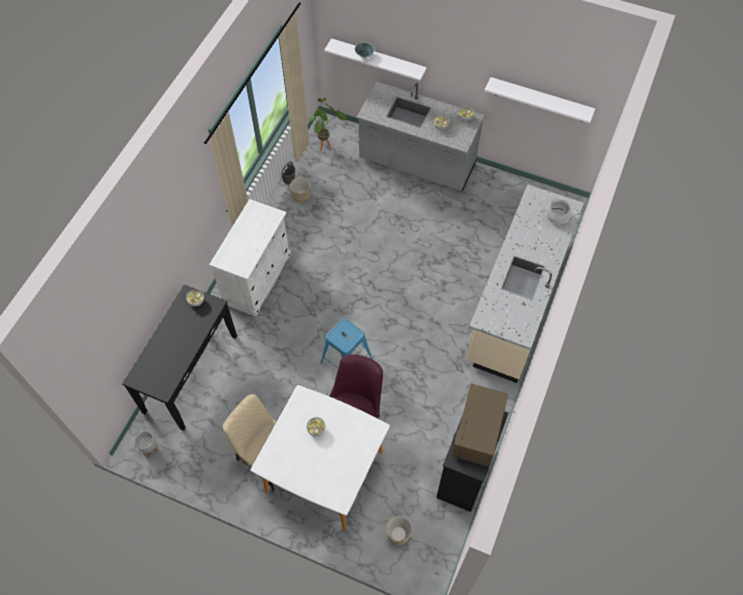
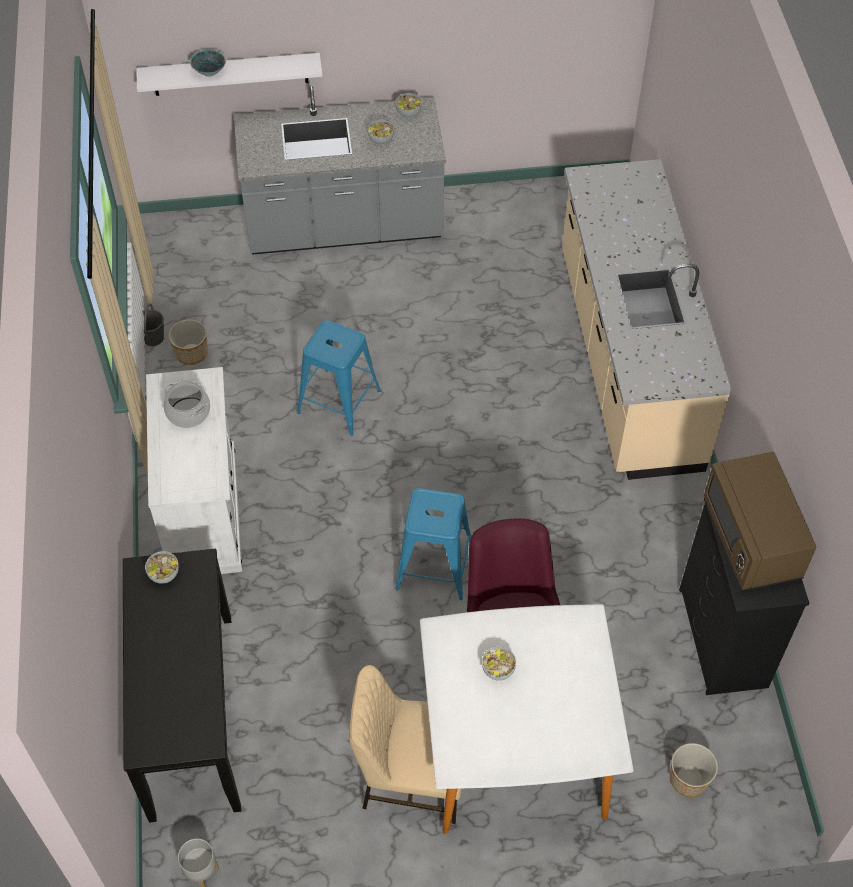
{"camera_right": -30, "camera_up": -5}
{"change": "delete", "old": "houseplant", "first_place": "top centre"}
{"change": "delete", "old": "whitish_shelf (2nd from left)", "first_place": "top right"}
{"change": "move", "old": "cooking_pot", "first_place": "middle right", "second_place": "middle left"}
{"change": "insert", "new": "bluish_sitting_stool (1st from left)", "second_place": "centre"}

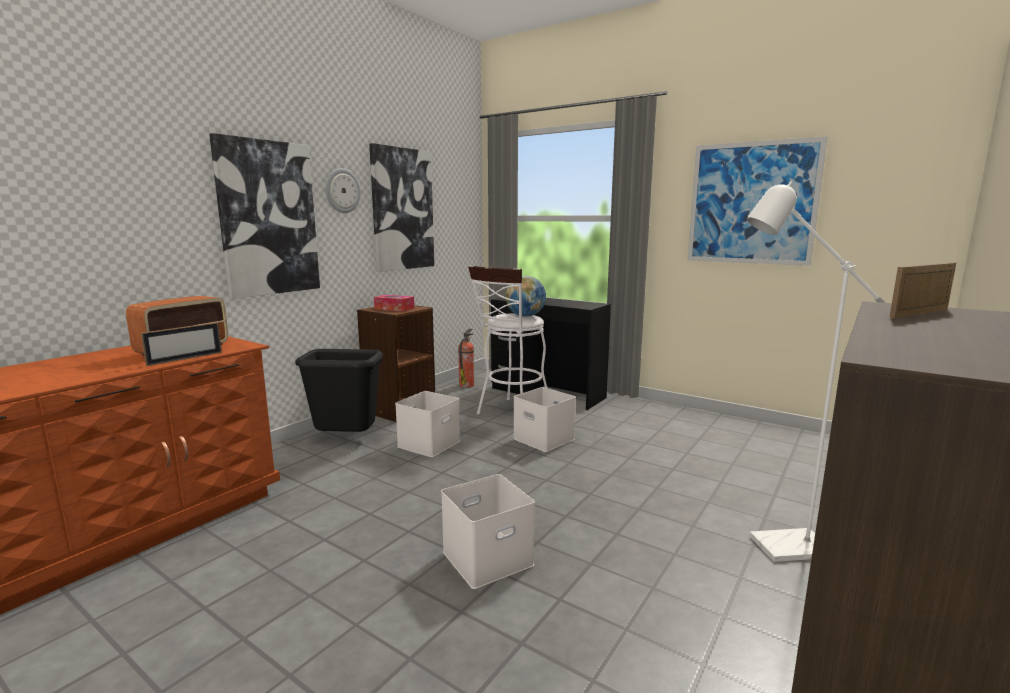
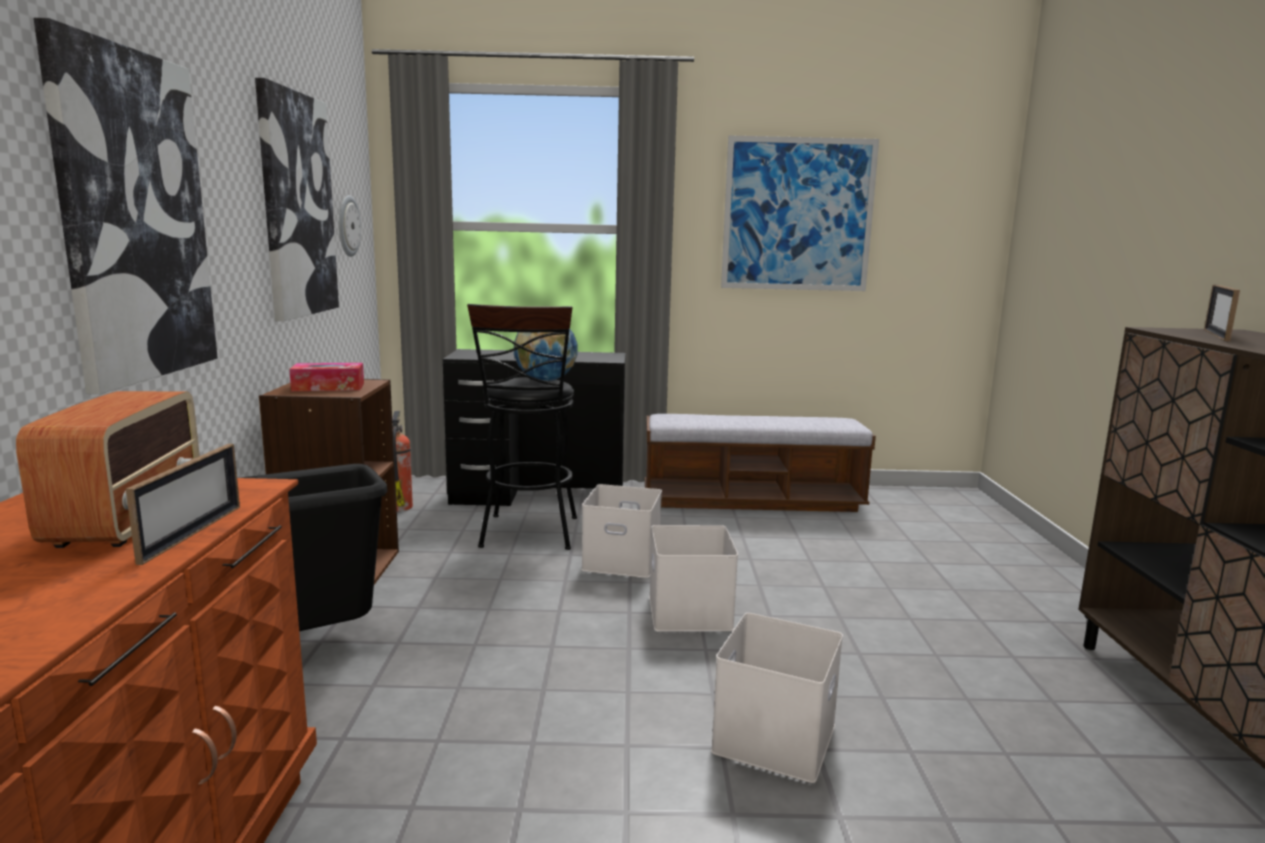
{"camera_right": -35, "camera_up": 0}
{"change": "move", "old": "clock_on_the_wall", "first_place": "top centre", "second_place": "top left"}
{"change": "move", "old": "whitish_storage_box (1st from left in the first image)", "new": "whitish_storage_box (2nd from left)", "first_place": "centre", "second_place": "bottom centre"}
{"change": "recolor", "old": "whitish_sitting_stool", "new": "blackish_sitting_stool", "first_place": "centre", "second_place": "centre"}
{"change": "delete", "old": "whitish_standard_lamp", "first_place": "middle right"}
{"change": "insert", "new": "bench", "second_place": "centre"}

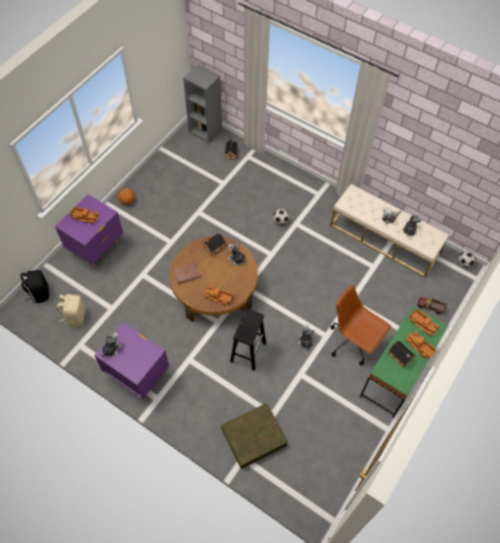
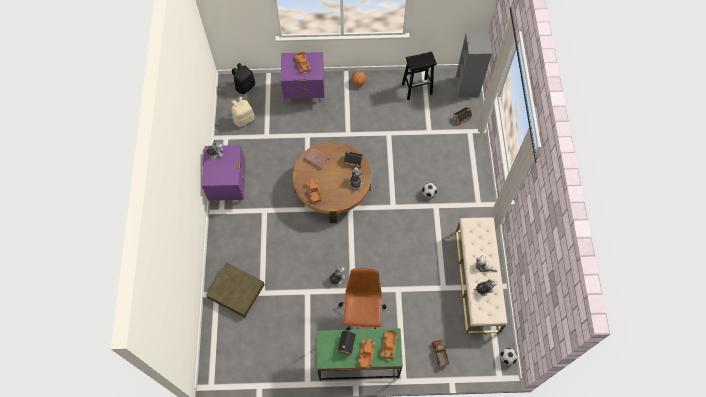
{"camera_right": 55, "camera_up": 5}
{"change": "move", "old": "blackish_sitting_stool", "first_place": "centre", "second_place": "top centre"}

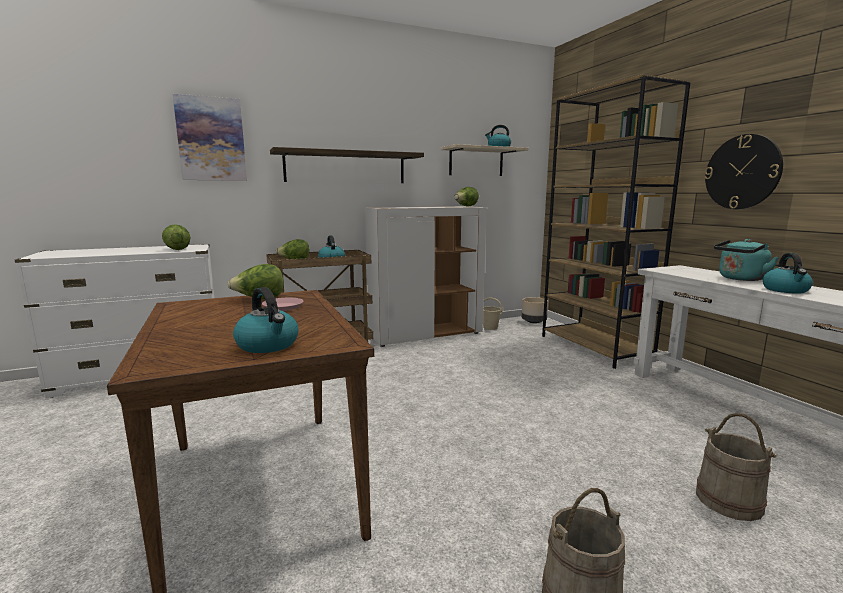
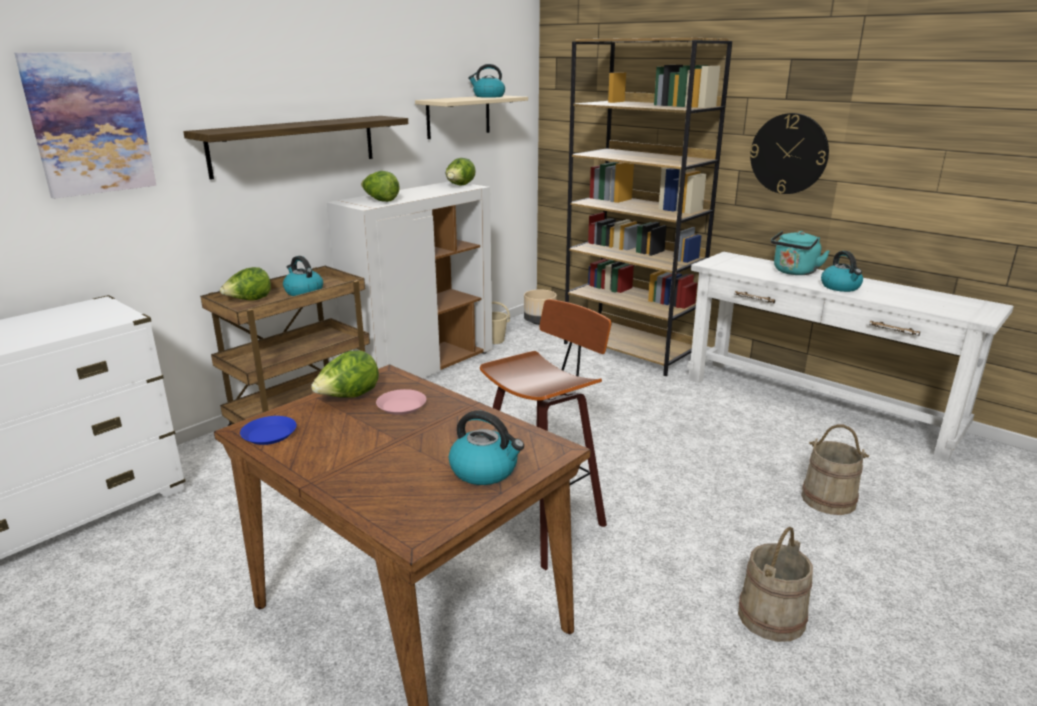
{"camera_right": -25, "camera_up": 10}
{"change": "move", "old": "head_of_lettuce (1st from left in the first image)", "new": "head_of_lettuce (3rd from left)", "first_place": "middle left", "second_place": "top centre"}
{"change": "insert", "new": "bluish_dinner_plate", "second_place": "middle left"}
{"change": "insert", "new": "sitting_stool", "second_place": "centre"}

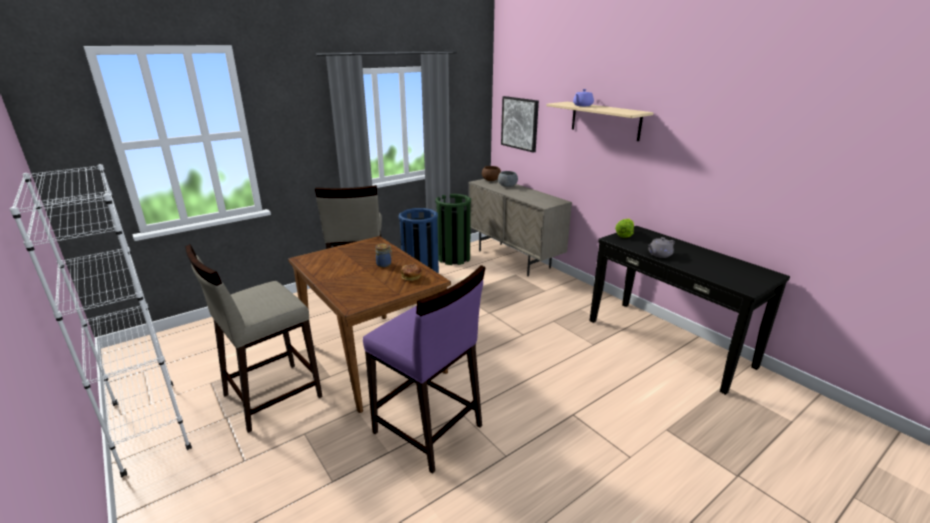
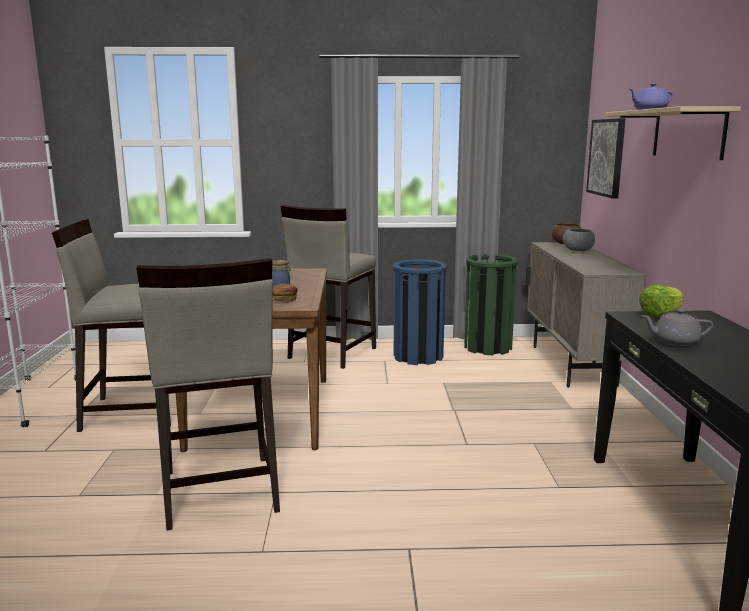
{"camera_right": 35, "camera_up": -10}
{"change": "recolor", "old": "purplish_sitting_stool", "new": "beige_sitting_stool (2nd from left)", "first_place": "bottom centre", "second_place": "middle left"}

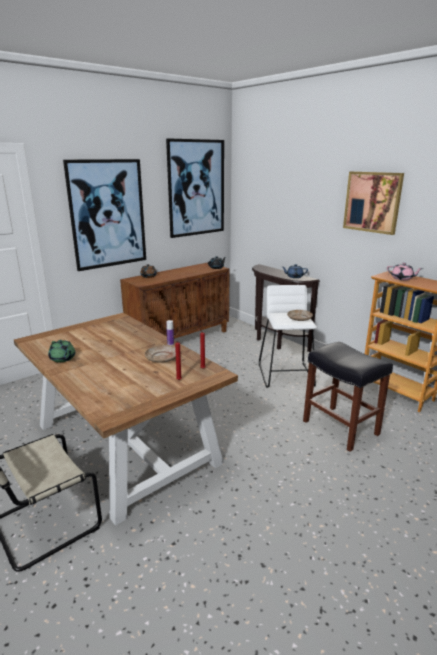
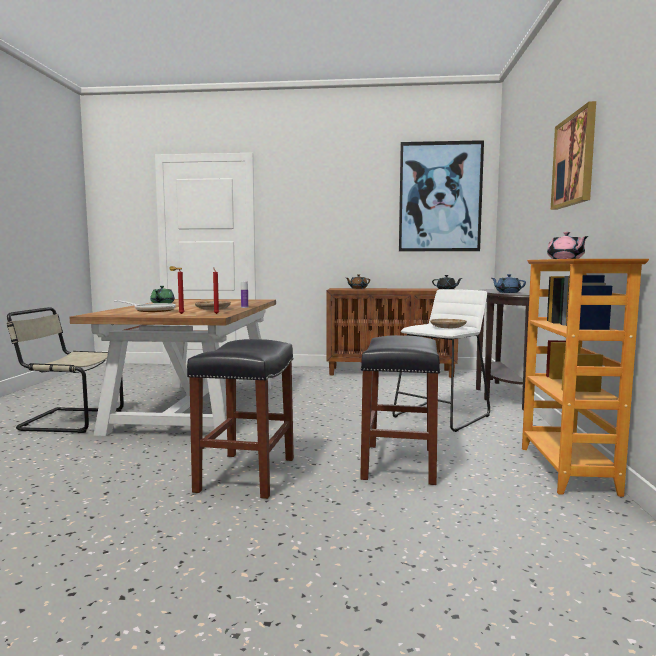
{"camera_right": 45, "camera_up": -15}
{"change": "delete", "old": "wall_picture (1st from left)", "first_place": "top left"}
{"change": "insert", "new": "pan", "second_place": "middle left"}
{"change": "insert", "new": "blackish_sitting_stool (1st from left)", "second_place": "centre"}

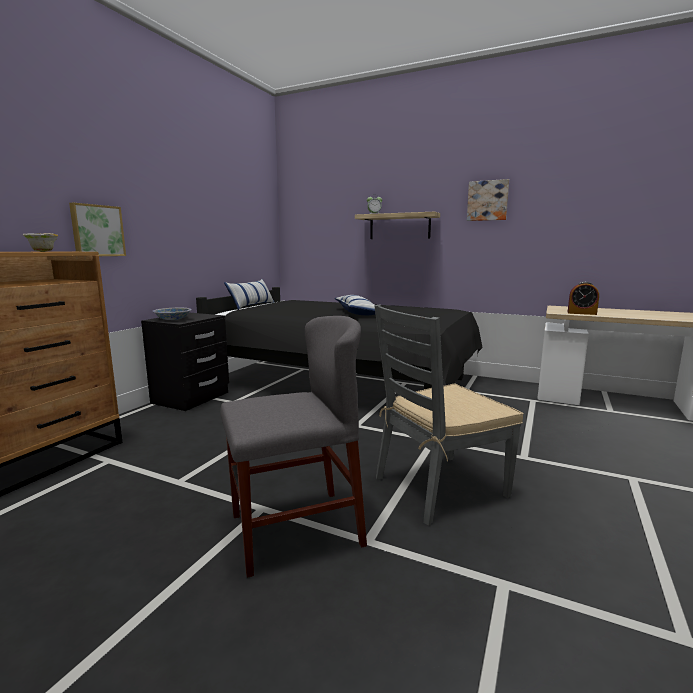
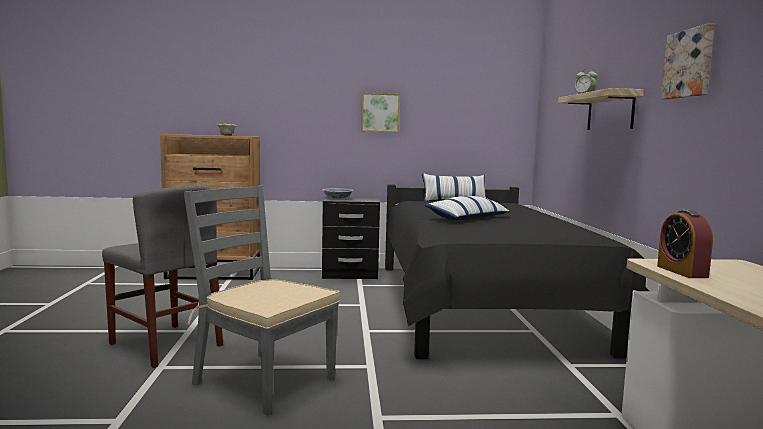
{"camera_right": 60, "camera_up": -5}
{"change": "move", "old": "wall_picture (1st from left)", "first_place": "top left", "second_place": "top centre"}

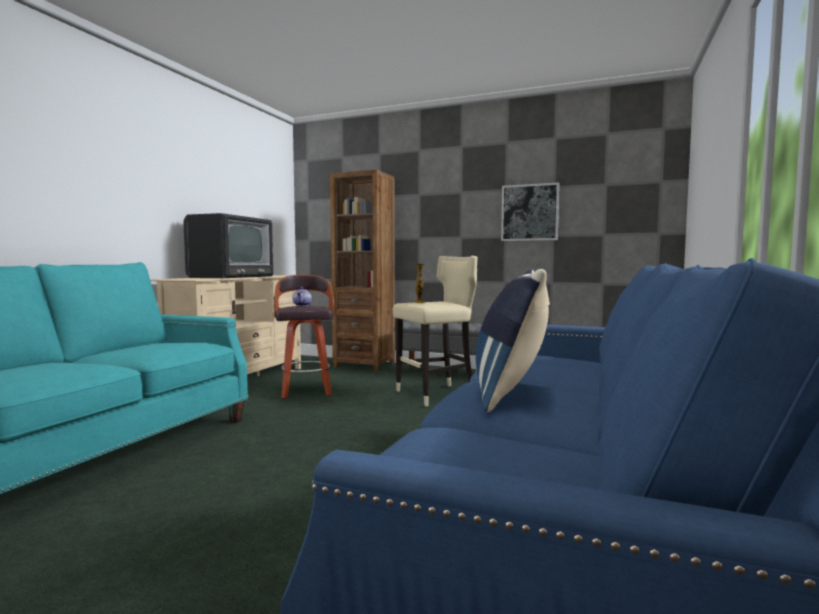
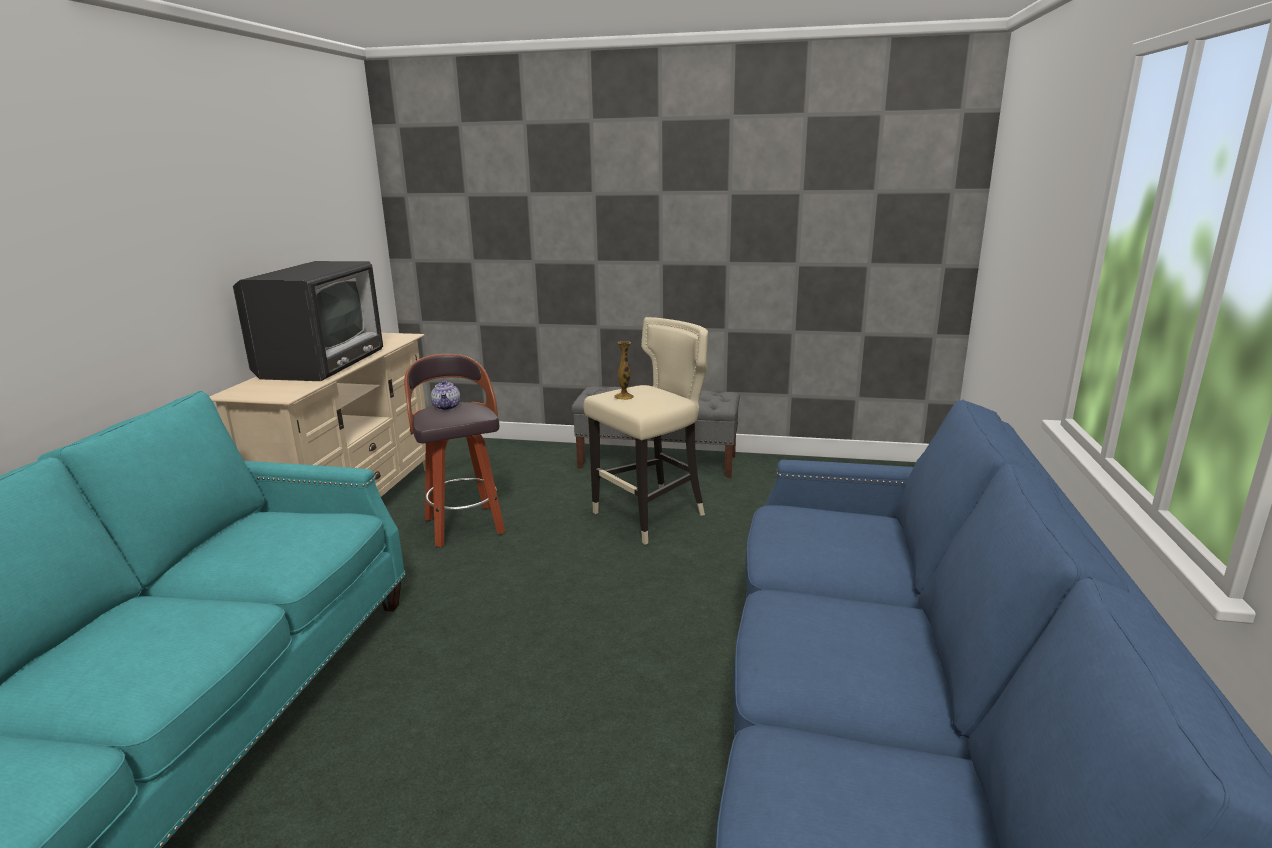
{"camera_right": -10, "camera_up": 15}
{"change": "delete", "old": "brown-coloured_bookcase", "first_place": "centre"}
{"change": "delete", "old": "bluish_pillow", "first_place": "centre"}
{"change": "delete", "old": "wall_picture", "first_place": "centre"}

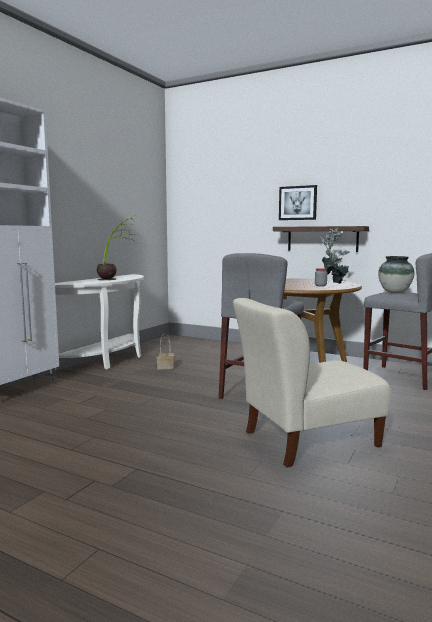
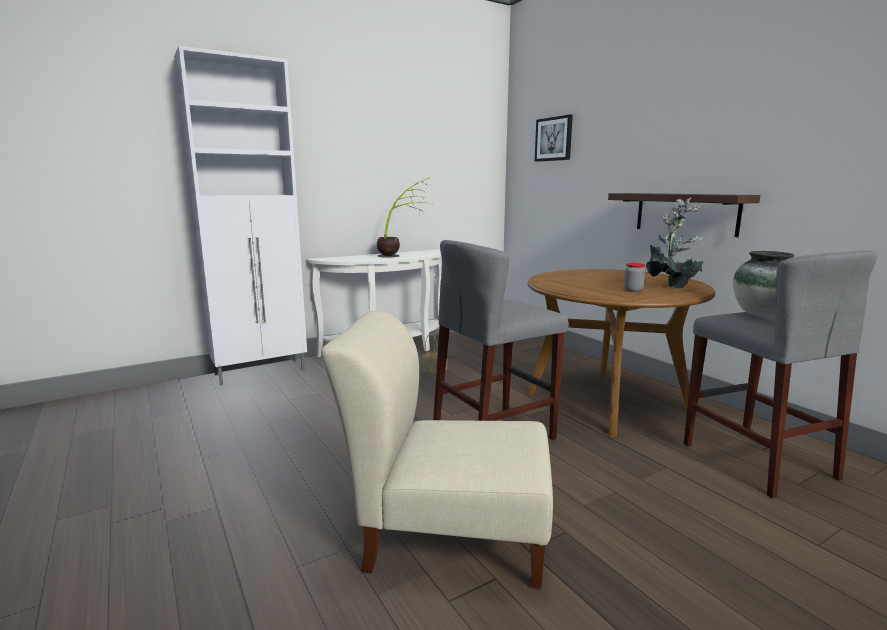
{"camera_right": 30, "camera_up": 5}
{"change": "move", "old": "wall_picture", "first_place": "top right", "second_place": "top centre"}

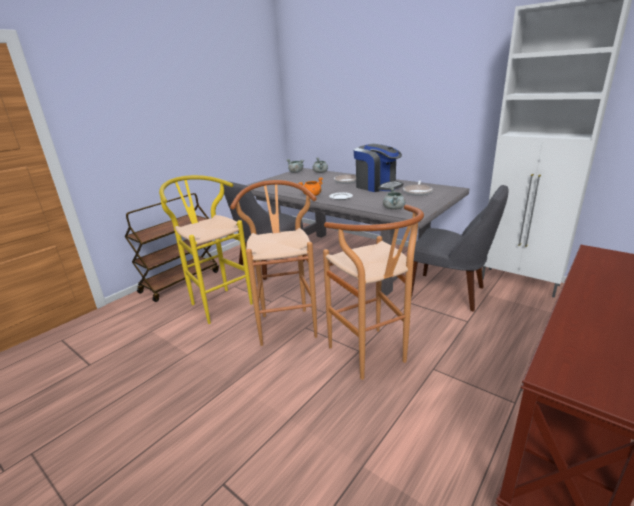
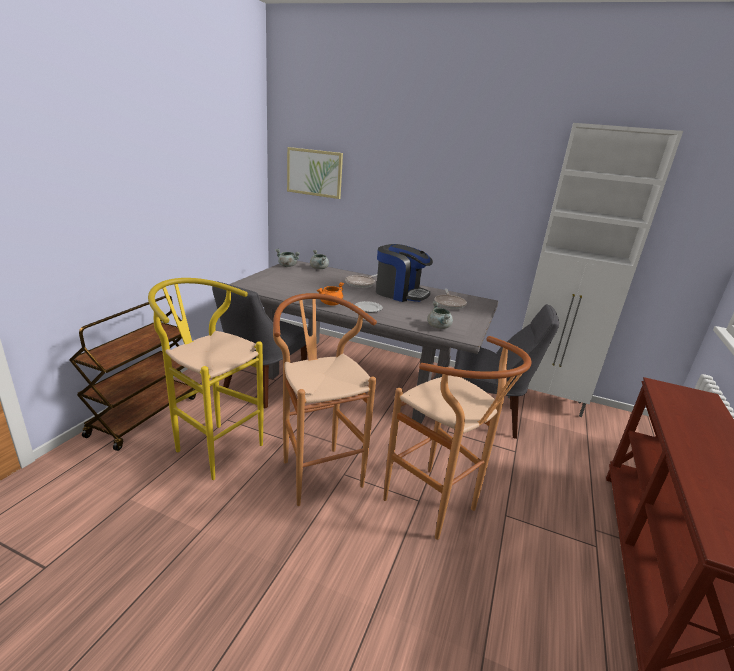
{"camera_right": -20, "camera_up": 0}
{"change": "insert", "new": "wall_picture", "second_place": "top centre"}

